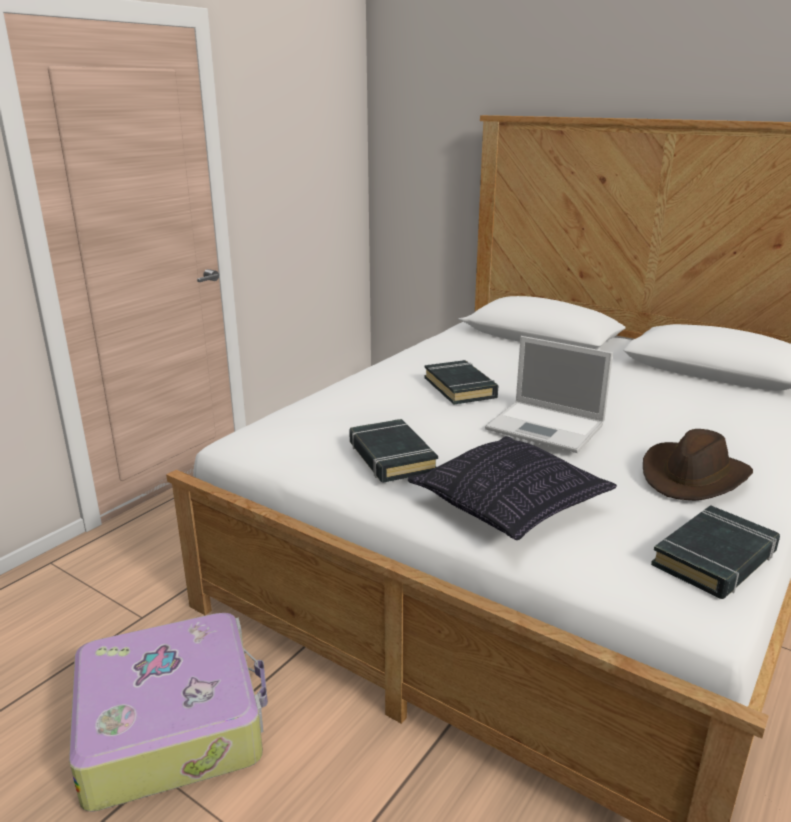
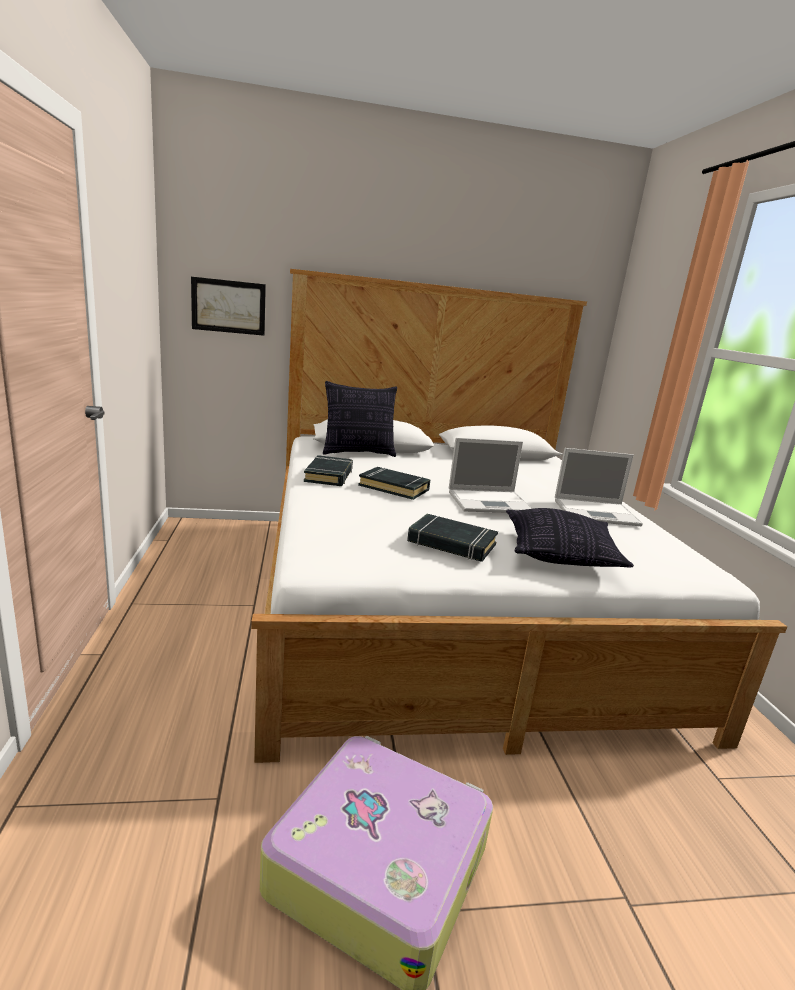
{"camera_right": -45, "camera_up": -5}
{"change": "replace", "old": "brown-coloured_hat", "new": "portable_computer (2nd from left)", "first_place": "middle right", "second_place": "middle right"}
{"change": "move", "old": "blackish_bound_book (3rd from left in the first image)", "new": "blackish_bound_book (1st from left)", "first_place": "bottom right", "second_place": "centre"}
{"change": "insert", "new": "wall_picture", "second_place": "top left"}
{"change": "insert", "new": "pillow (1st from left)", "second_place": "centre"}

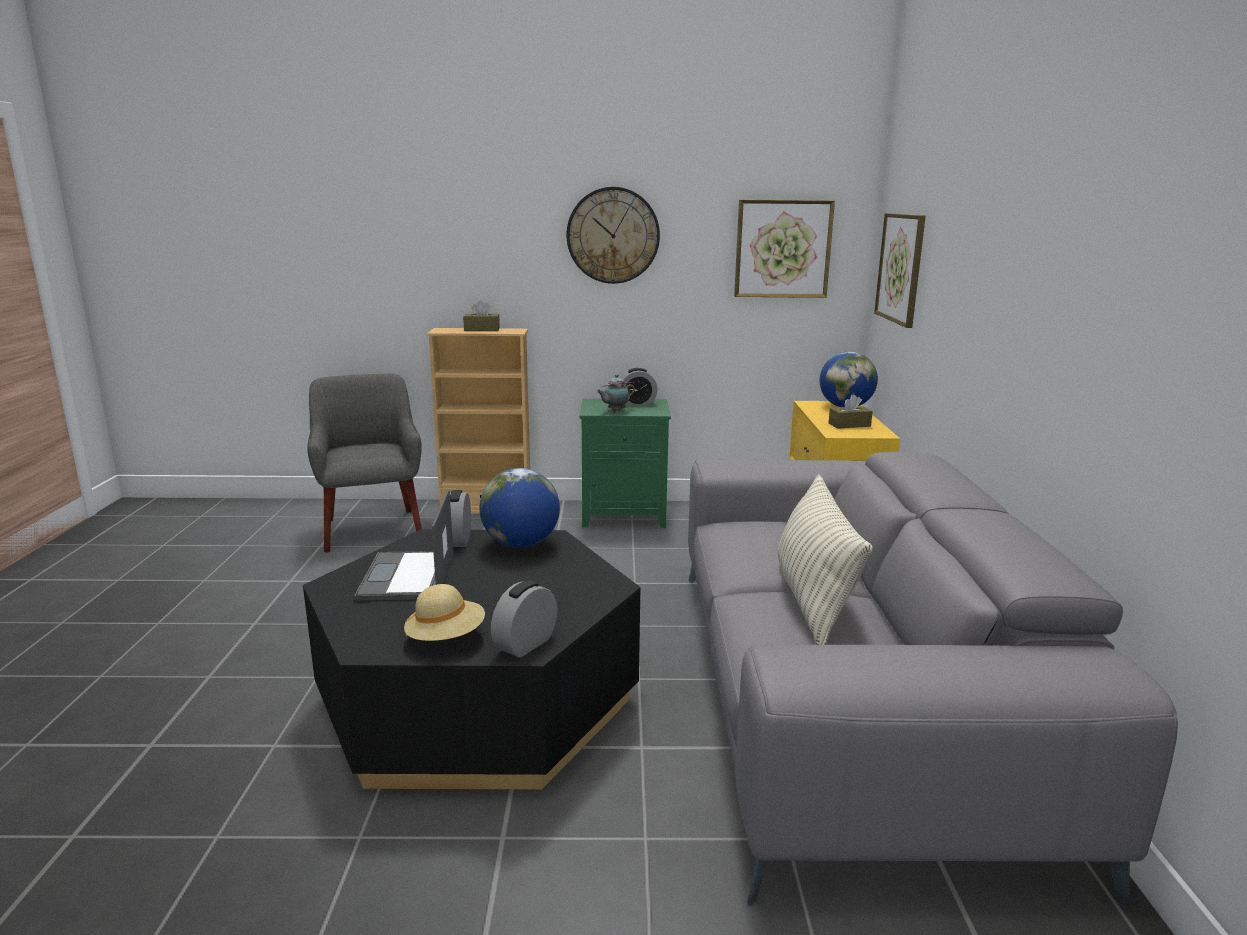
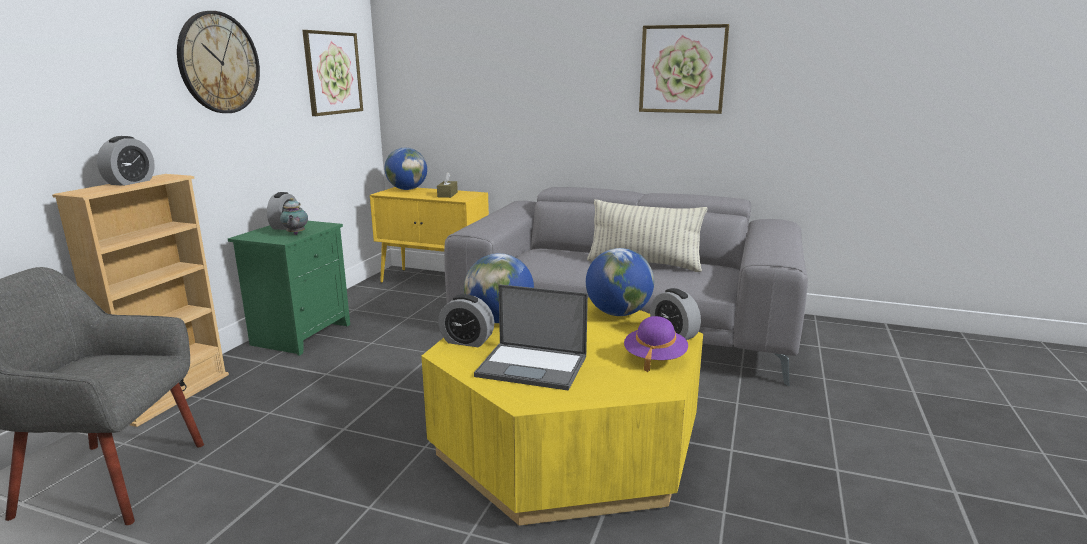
{"camera_right": -70, "camera_up": 0}
{"change": "recolor", "old": "blackish_low_table", "new": "yellow-coloured_low_table", "first_place": "bottom centre", "second_place": "bottom centre"}
{"change": "recolor", "old": "beige_hat", "new": "purplish_hat", "first_place": "centre", "second_place": "centre"}
{"change": "replace", "old": "brown-coloured_tissue_box (1st from left)", "new": "alarm_clock (1st from left)", "first_place": "centre", "second_place": "top left"}
{"change": "move", "old": "wall_picture (2nd from left)", "first_place": "top right", "second_place": "top centre"}
{"change": "insert", "new": "globe (3rd from left)", "second_place": "centre"}

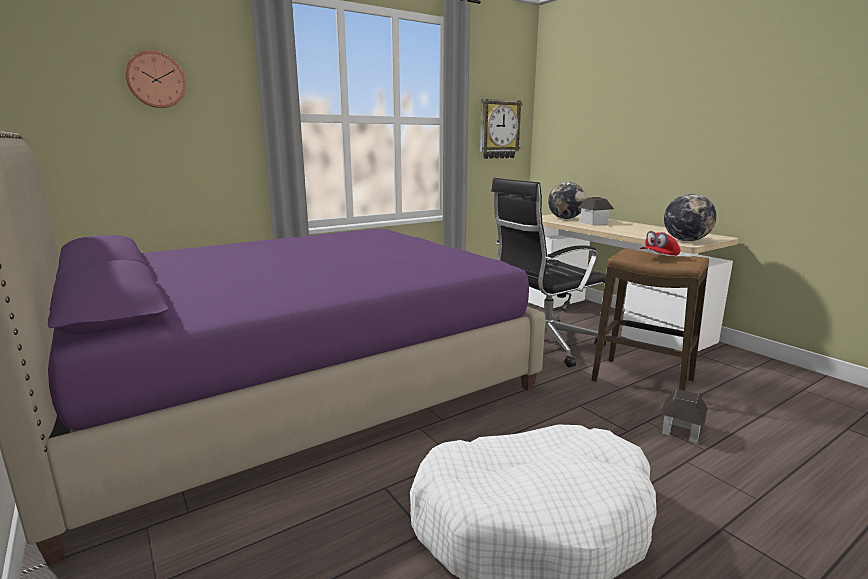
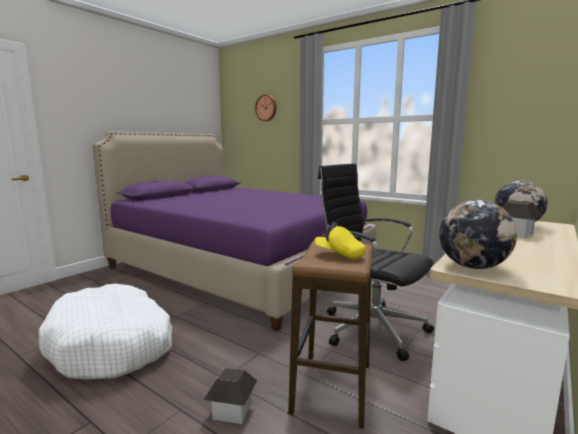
{"camera_right": 70, "camera_up": -5}
{"change": "delete", "old": "clock_on_the_wall (2nd from left)", "first_place": "top centre"}
{"change": "recolor", "old": "red_baseball_cap", "new": "yellow-coloured_baseball_cap", "first_place": "middle right", "second_place": "centre"}

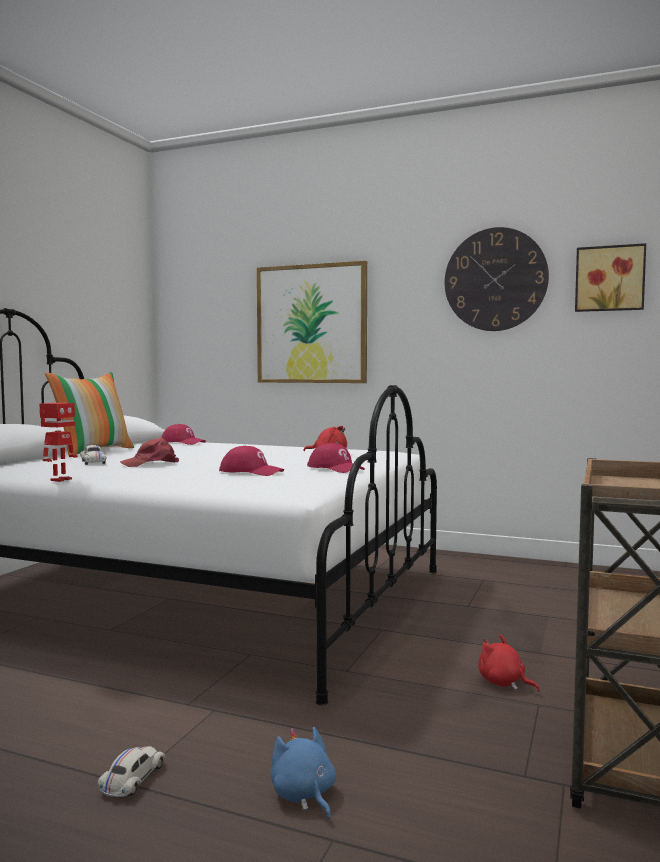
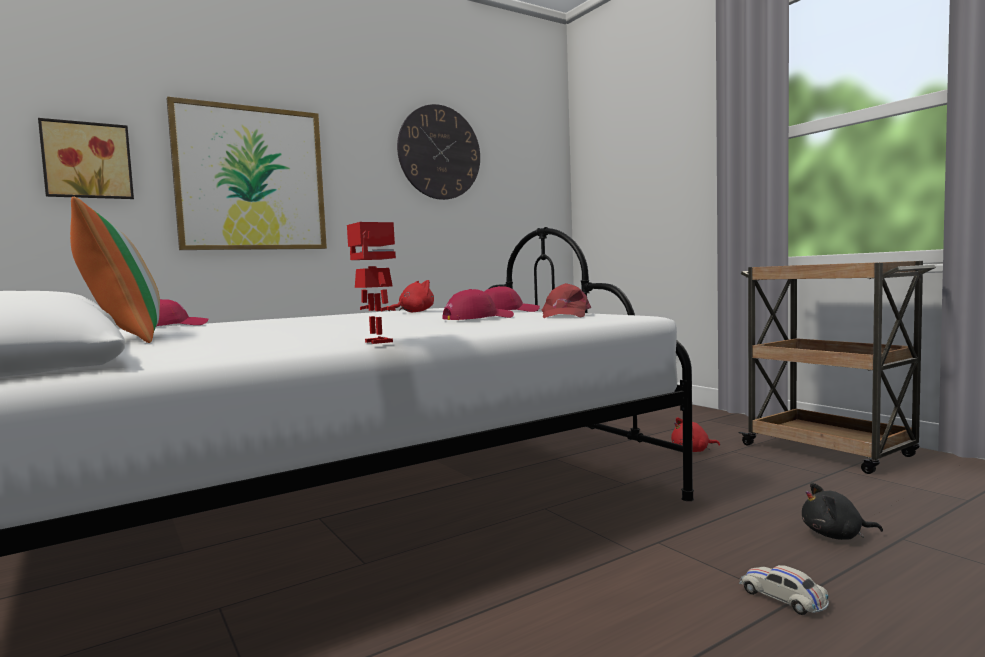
{"camera_right": -55, "camera_up": 0}
{"change": "delete", "old": "whitish_toy_car (1st from left)", "first_place": "middle left"}
{"change": "move", "old": "red_baseball_cap (1st from left in the first image)", "new": "red_baseball_cap (4th from left)", "first_place": "middle left", "second_place": "centre"}
{"change": "recolor", "old": "bluish_plush_toy", "new": "blackish_plush_toy", "first_place": "bottom centre", "second_place": "bottom right"}
{"change": "move", "old": "wall_picture (2nd from left in the first image)", "new": "wall_picture (1st from left)", "first_place": "top right", "second_place": "top left"}

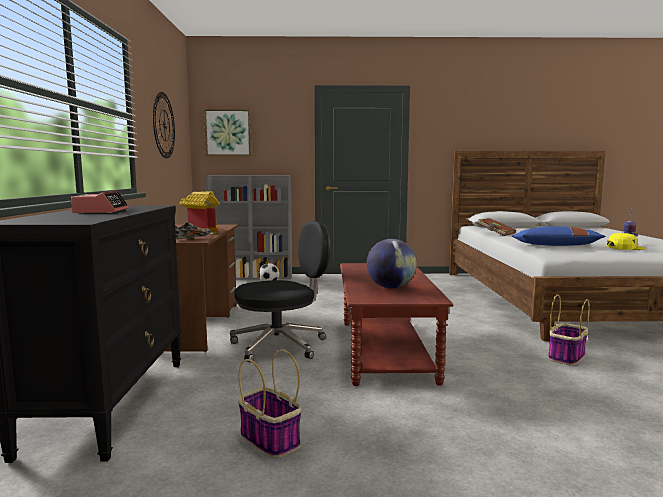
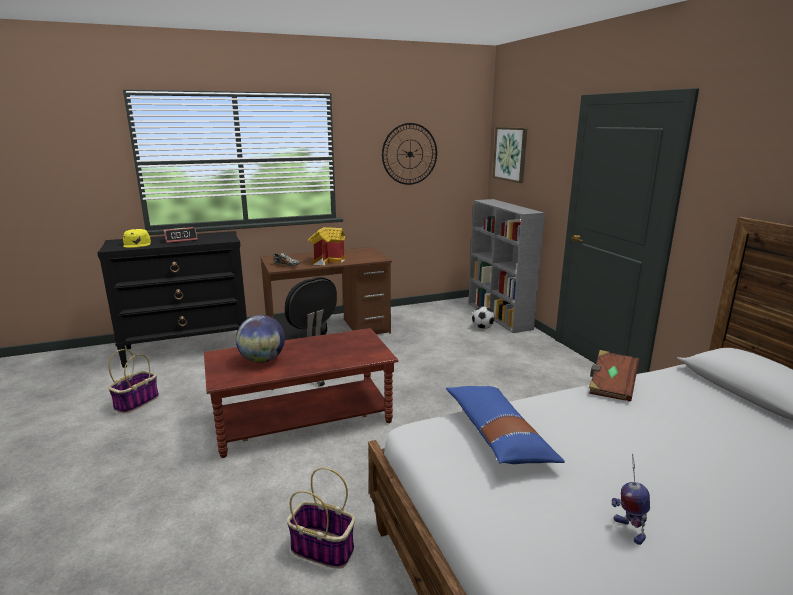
{"camera_right": 70, "camera_up": 10}
{"change": "move", "old": "yellow-coloured_baseball_cap", "first_place": "middle right", "second_place": "middle left"}

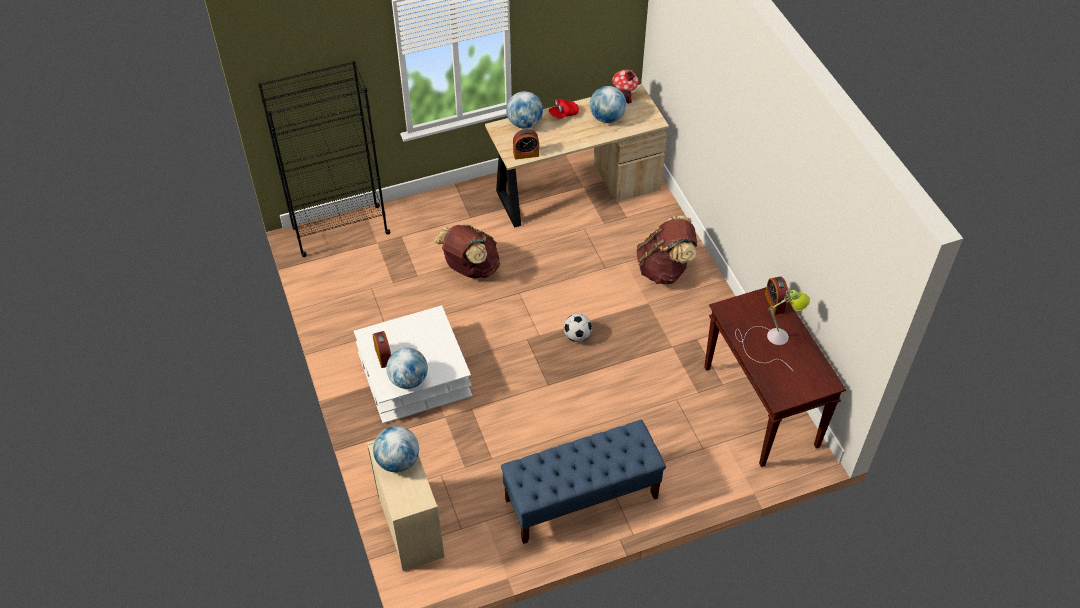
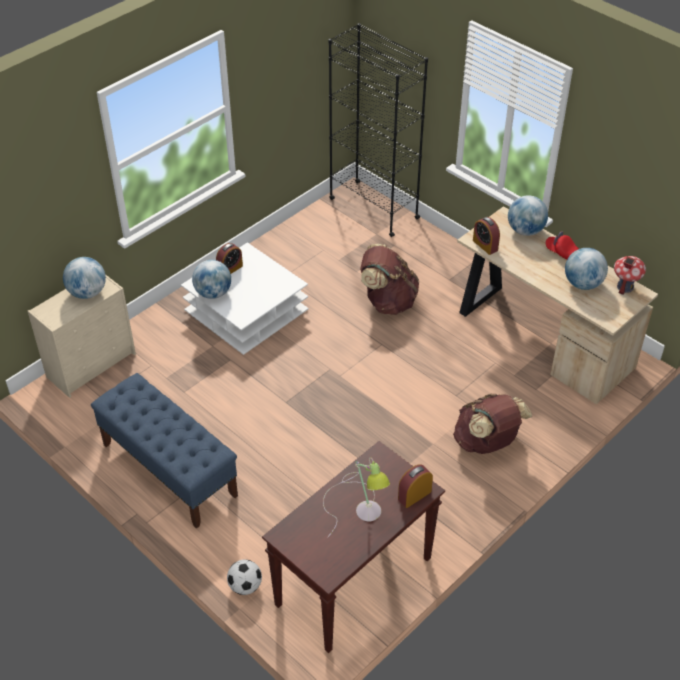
{"camera_right": 65, "camera_up": -5}
{"change": "move", "old": "football_ball", "first_place": "centre", "second_place": "bottom centre"}

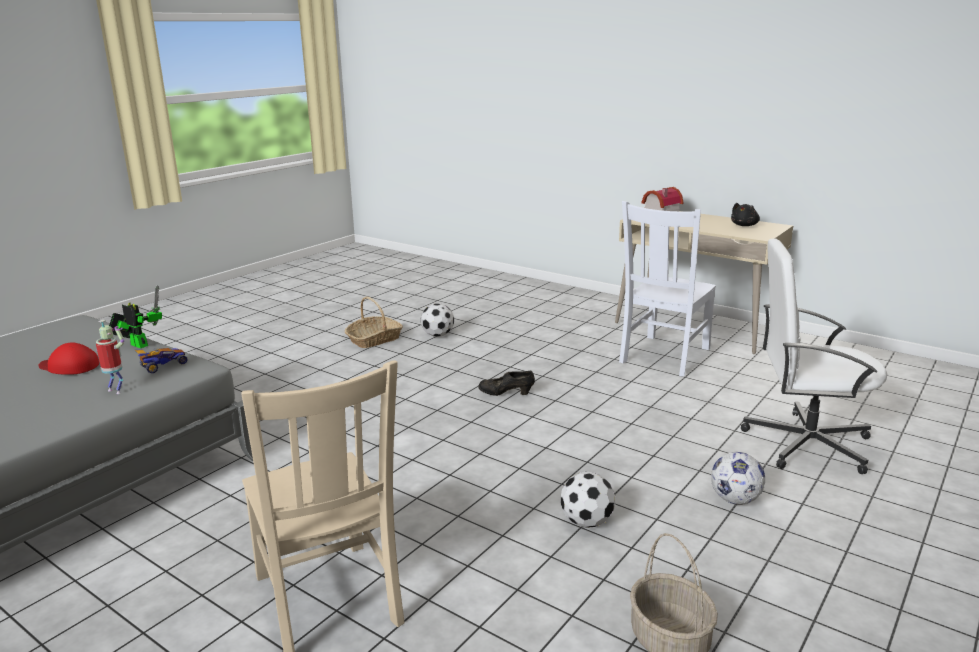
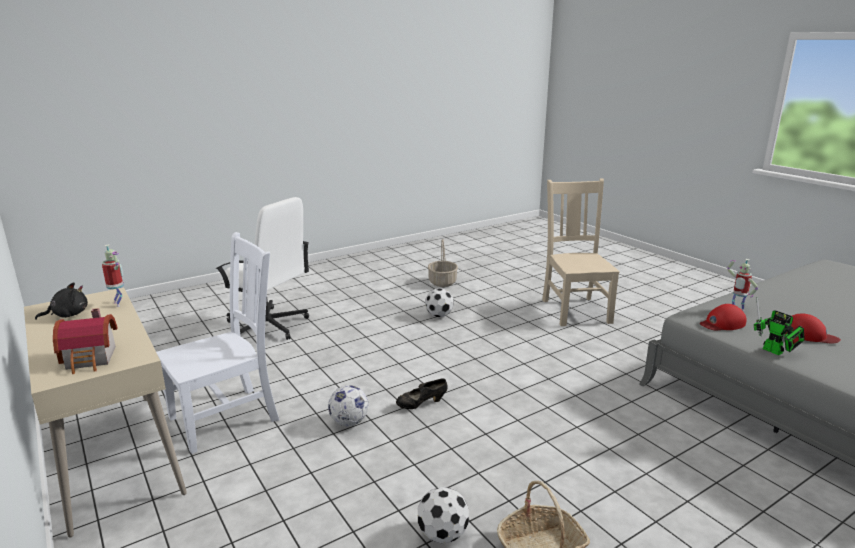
{"camera_right": -160, "camera_up": 0}
{"change": "replace", "old": "toy_car", "new": "red_baseball_cap (1st from left)", "first_place": "middle left", "second_place": "middle right"}
{"change": "rotate", "old": "blackish_shoe", "first_place": "centre", "second_place": "bottom centre", "degrees": 135}
{"change": "move", "old": "football_ball (3rd from left in the first image)", "new": "football_ball (1st from left)", "first_place": "bottom right", "second_place": "bottom centre"}
{"change": "insert", "new": "model_robot (1st from left)", "second_place": "middle left"}

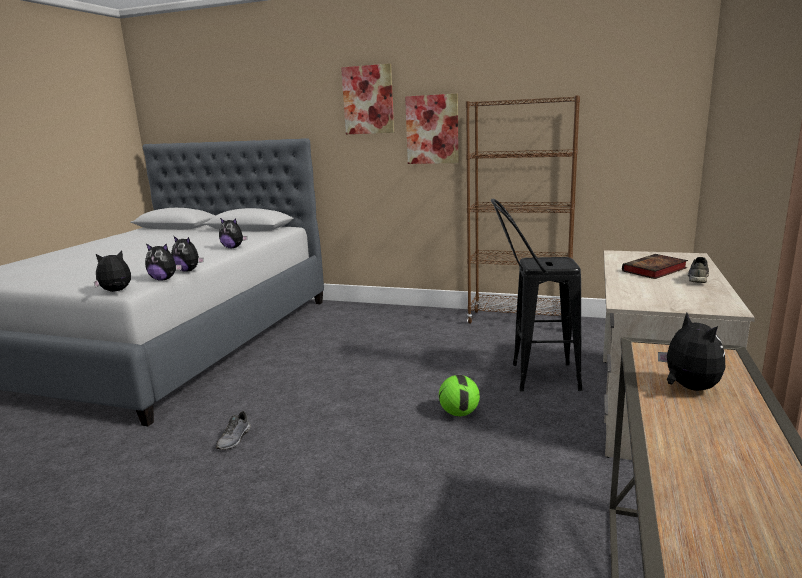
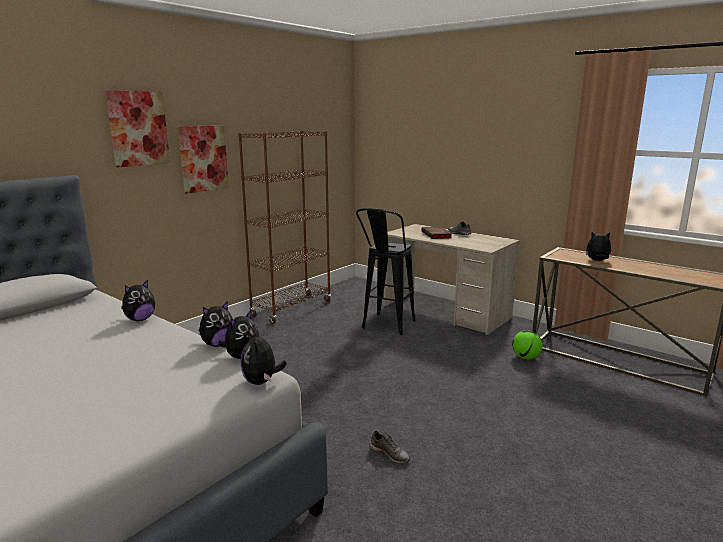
{"camera_right": -70, "camera_up": 0}
{"change": "move", "old": "football_ball", "first_place": "bottom centre", "second_place": "middle right"}

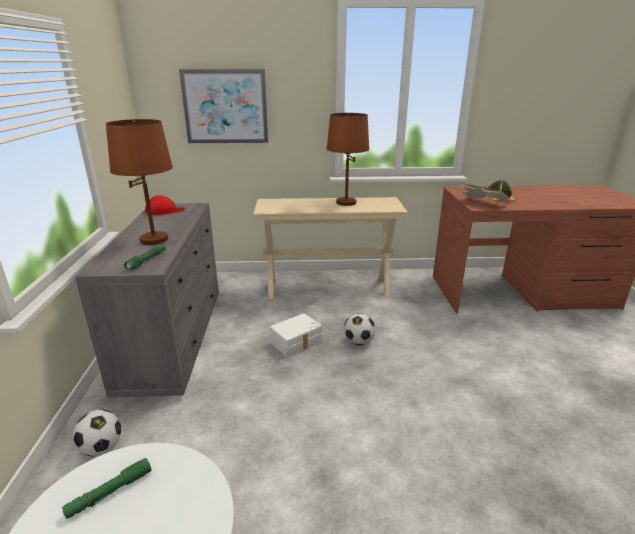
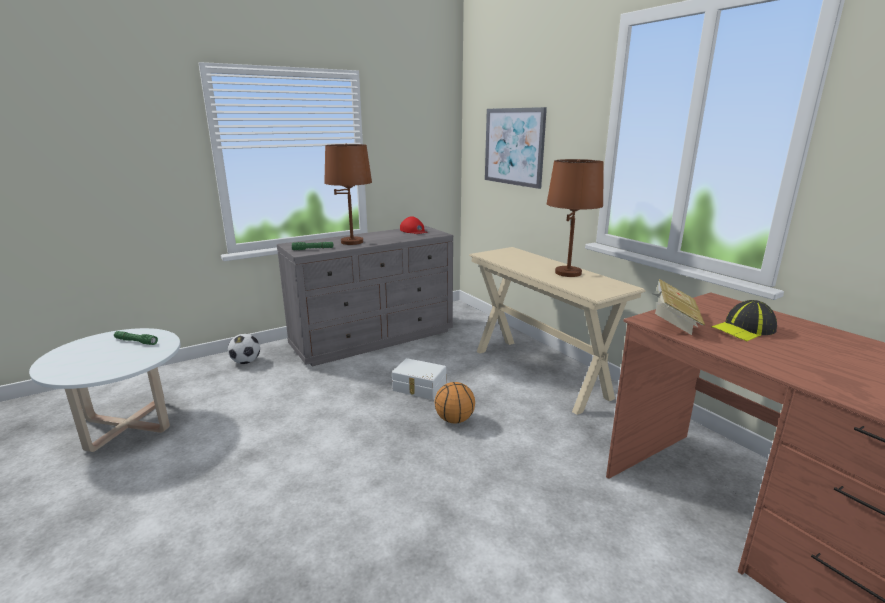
{"camera_right": 60, "camera_up": -5}
{"change": "replace", "old": "football_ball (2nd from left)", "new": "basketball_ball", "first_place": "centre", "second_place": "bottom centre"}

